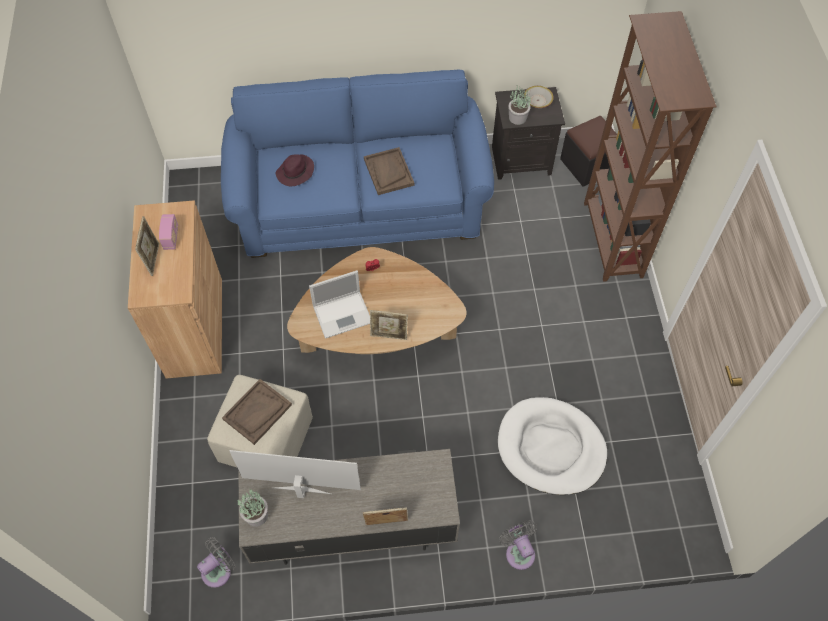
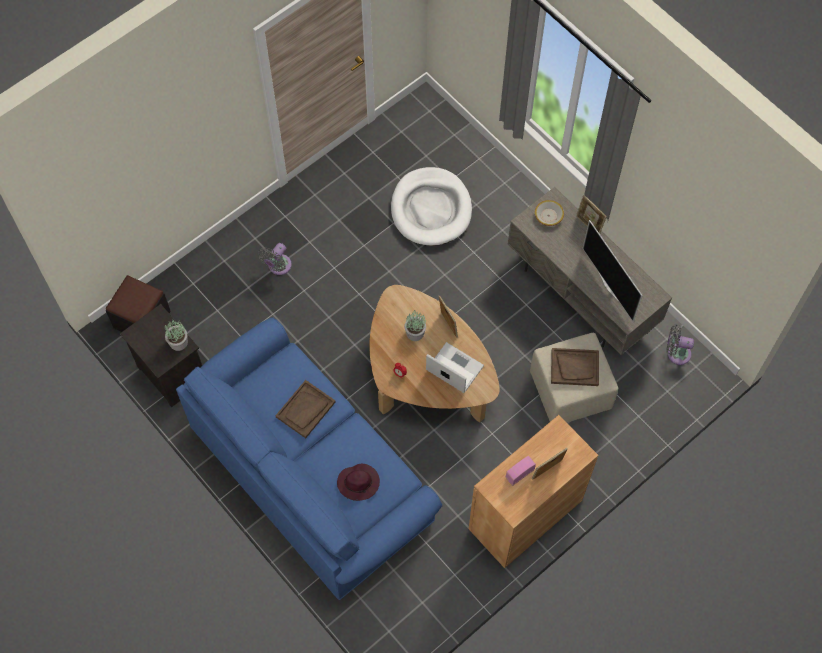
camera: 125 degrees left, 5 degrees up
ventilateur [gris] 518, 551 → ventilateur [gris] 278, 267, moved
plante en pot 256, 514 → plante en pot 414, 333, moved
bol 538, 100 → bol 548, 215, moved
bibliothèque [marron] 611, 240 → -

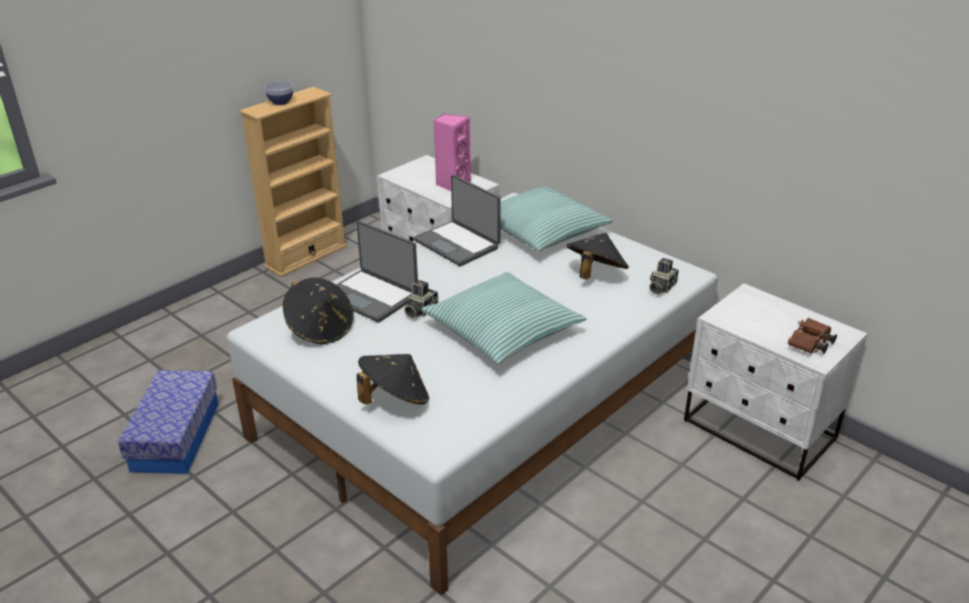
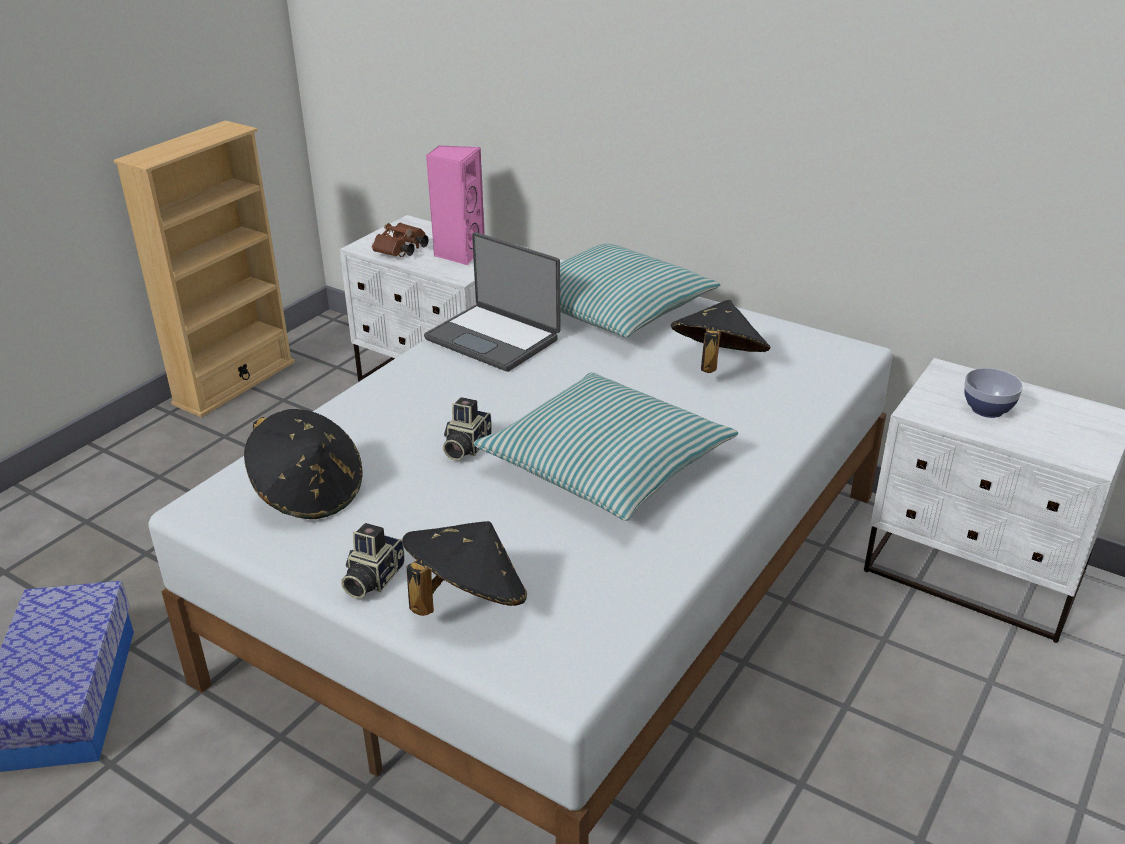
camera: 10 degrees left, 0 degrees up
appareil photo 661, 287 → appareil photo 371, 579, moved
jumelles [marron] 810, 345 → jumelles [marron] 401, 251, moved
bol 280, 102 → bol 987, 409, moved
ordinateur portable 372, 296 → -

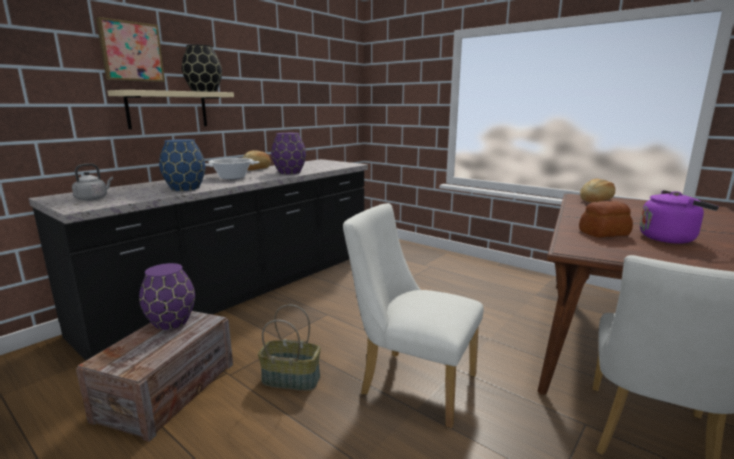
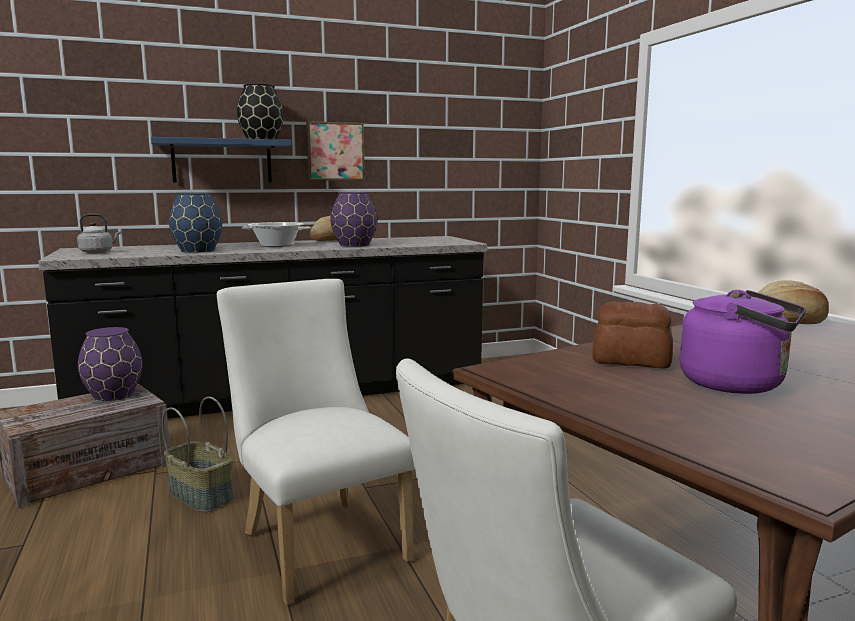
camera: 30 degrees right, 5 degrees down
étagère [beige] 167, 109 → étagère [bleu] 222, 161
tableau 131, 52 → tableau 335, 151, moved

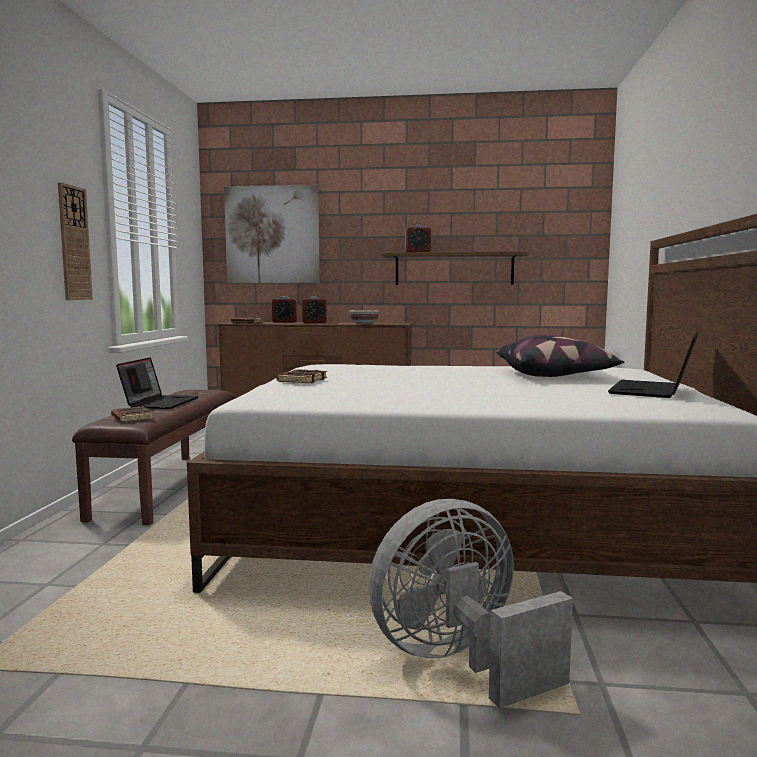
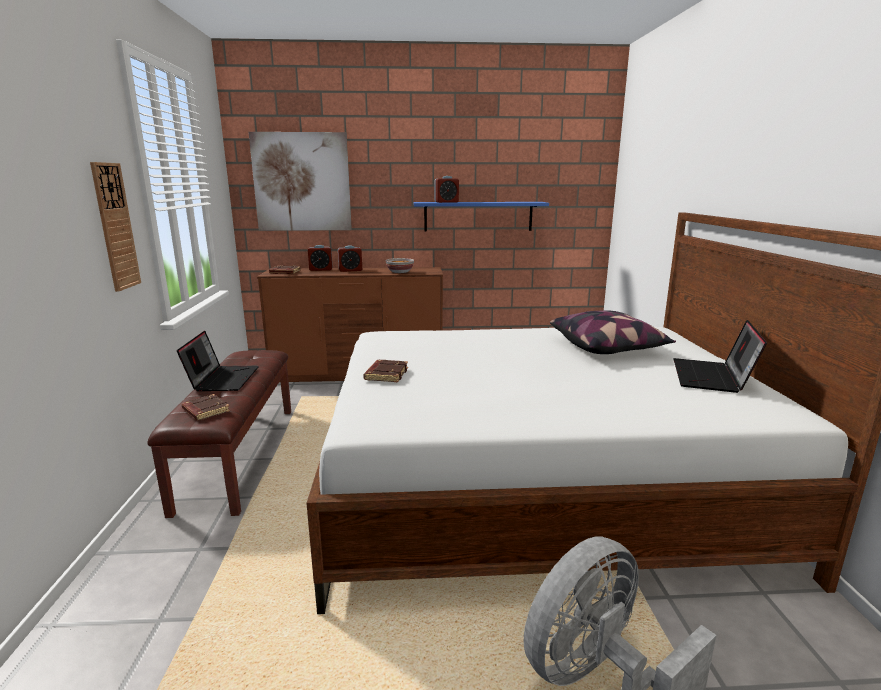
camera: 10 degrees left, 10 degrees up
étagère [marron] 454, 269 → étagère [bleu] 478, 216

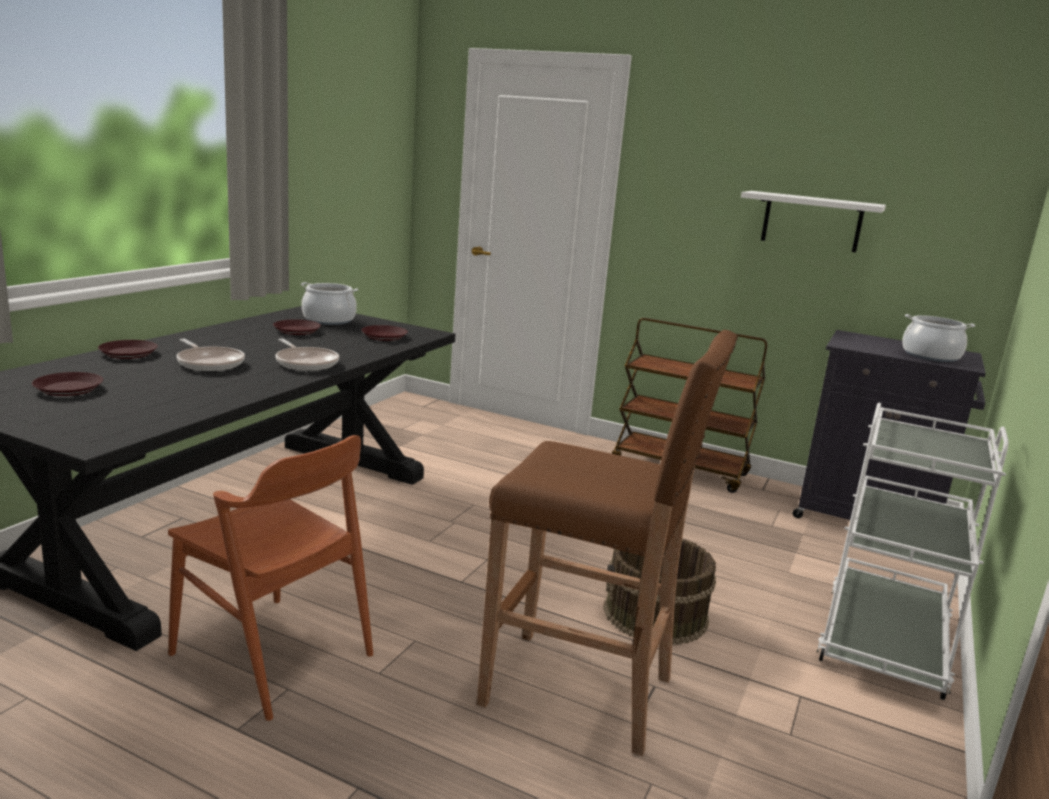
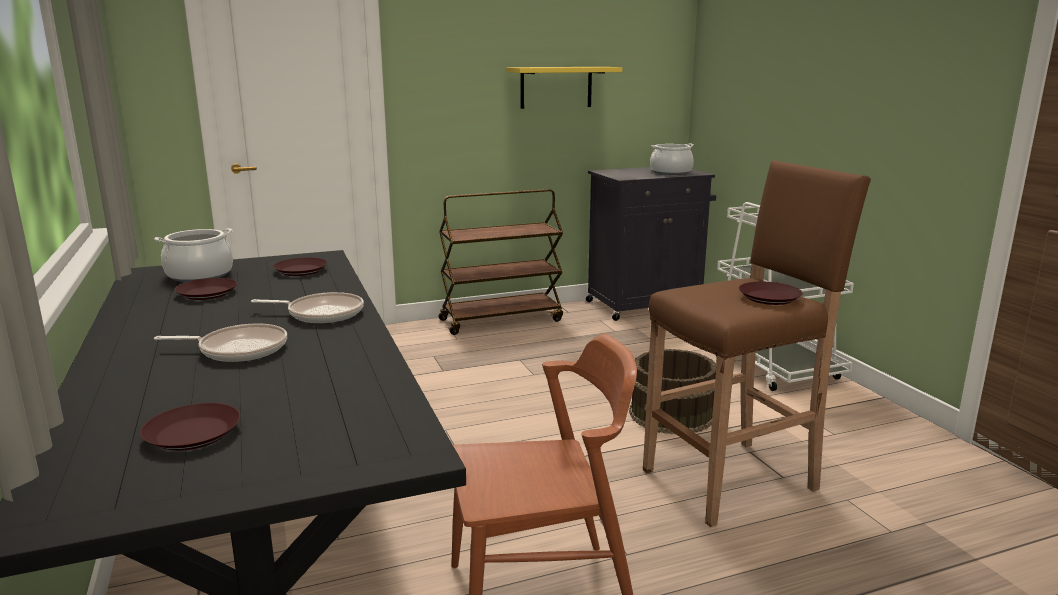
camera: 45 degrees left, 0 degrees up
étagère [blanc] 811, 222 → étagère [jaune] 556, 87
assiette [marron] 128, 353 → assiette [marron] 769, 298, moved

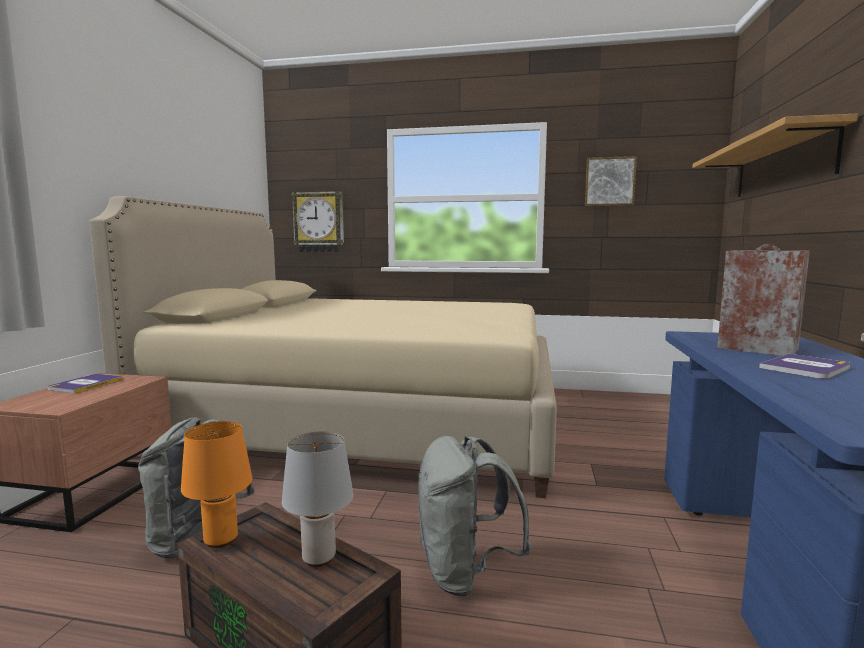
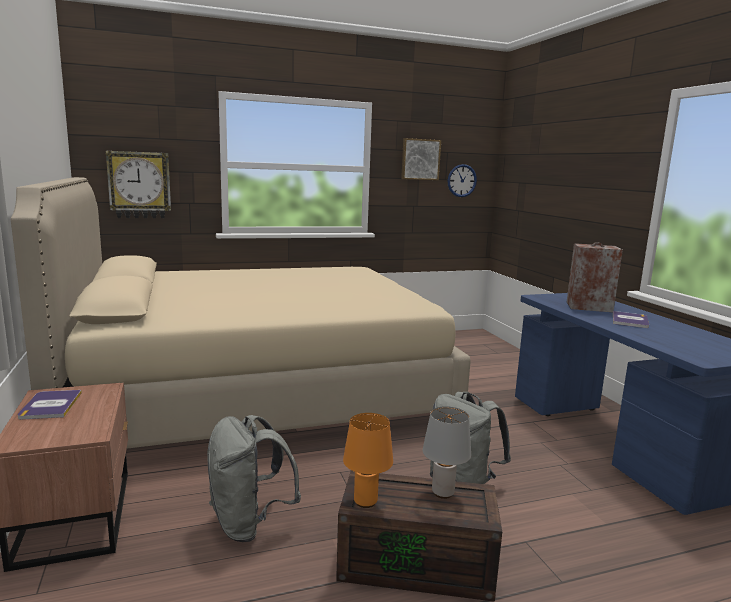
camera: 30 degrees left, 5 degrees up
- → horloge murale 461, 180
étagère 781, 165 → -

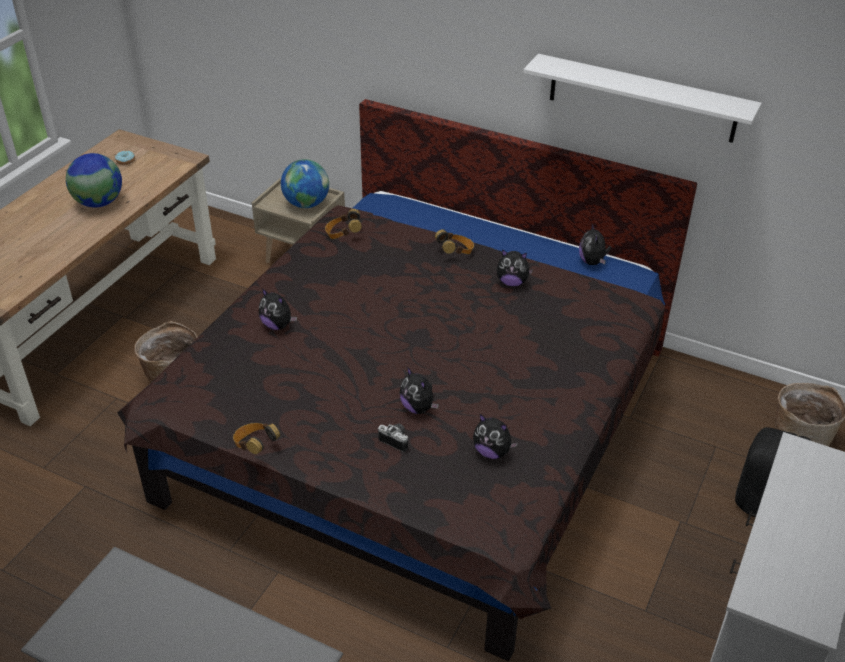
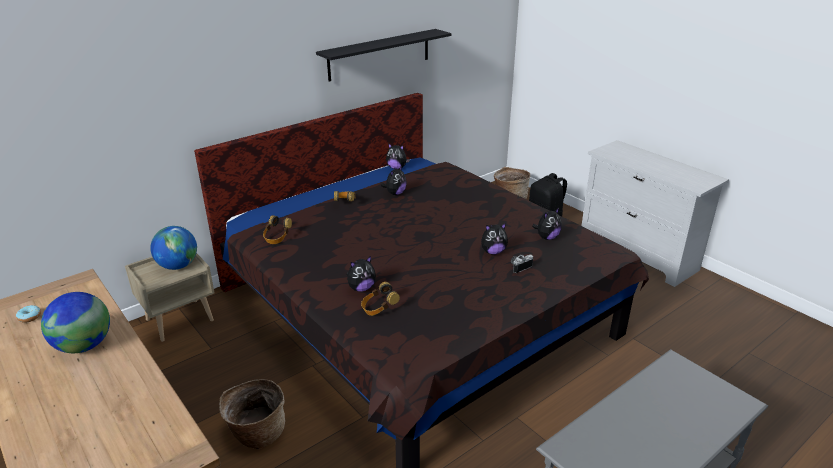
camera: 65 degrees left, 10 degrees down
étagère [blanc] 642, 98 → étagère [noir] 379, 54
casque audio 255, 446 → casque audio 379, 309, moved

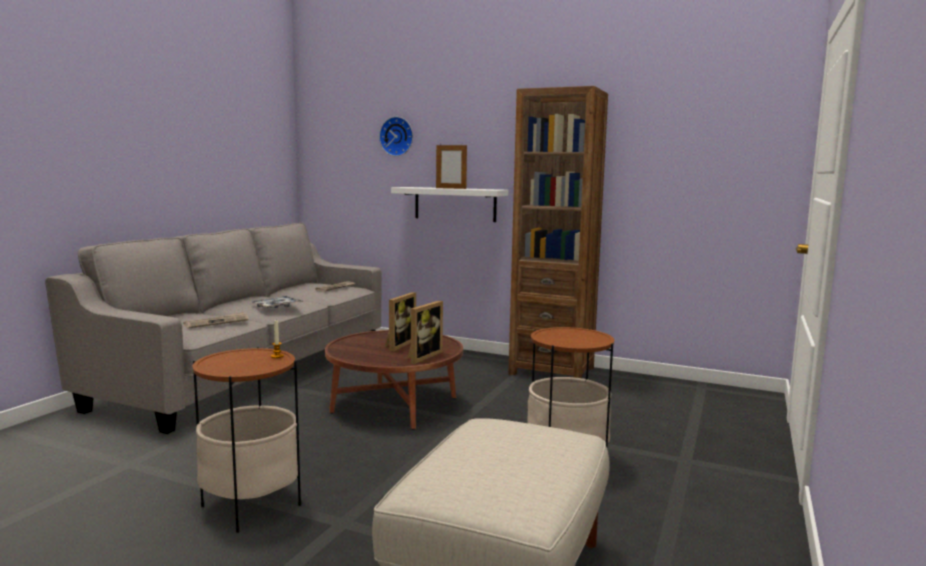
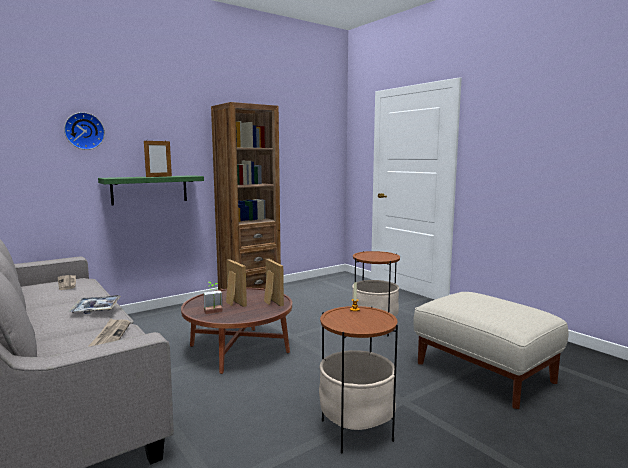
camera: 60 degrees left, 0 degrees up
étagère [blanc] 455, 204 → étagère [vert] 149, 189
- → plante en pot 214, 312

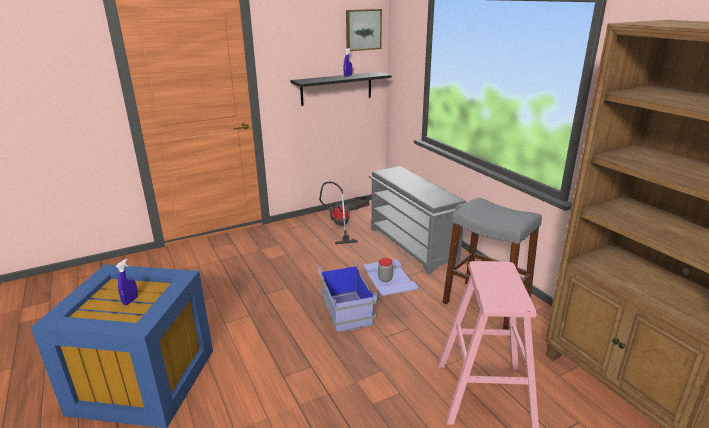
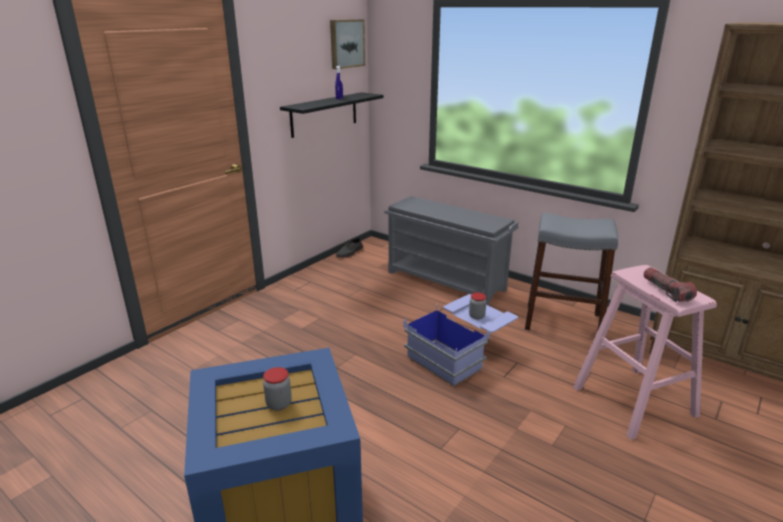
camera: 25 degrees left, 0 degrees up
vaporisateur [bleu] 130, 301 → bocal 279, 404
- → lampe de poche 666, 291
aspirateur 339, 226 → -

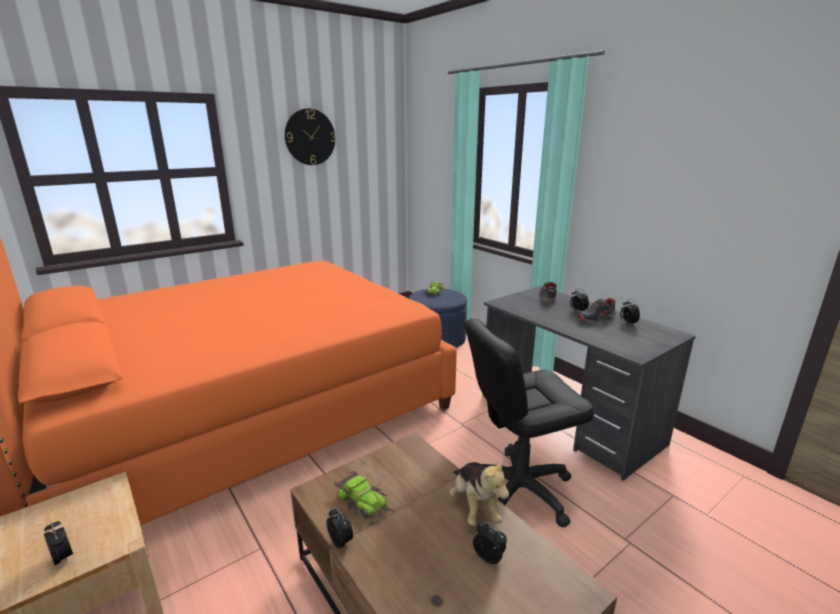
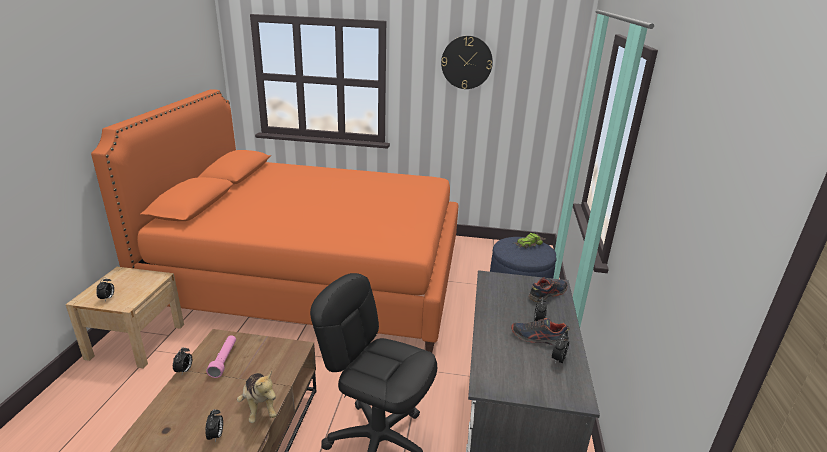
camera: 45 degrees right, 5 degrees up
petite voiture 364, 502 → lampe de poche [rose] 224, 360
peluche 474, 506 → peluche 259, 407, 60 degrees counterclockwise

